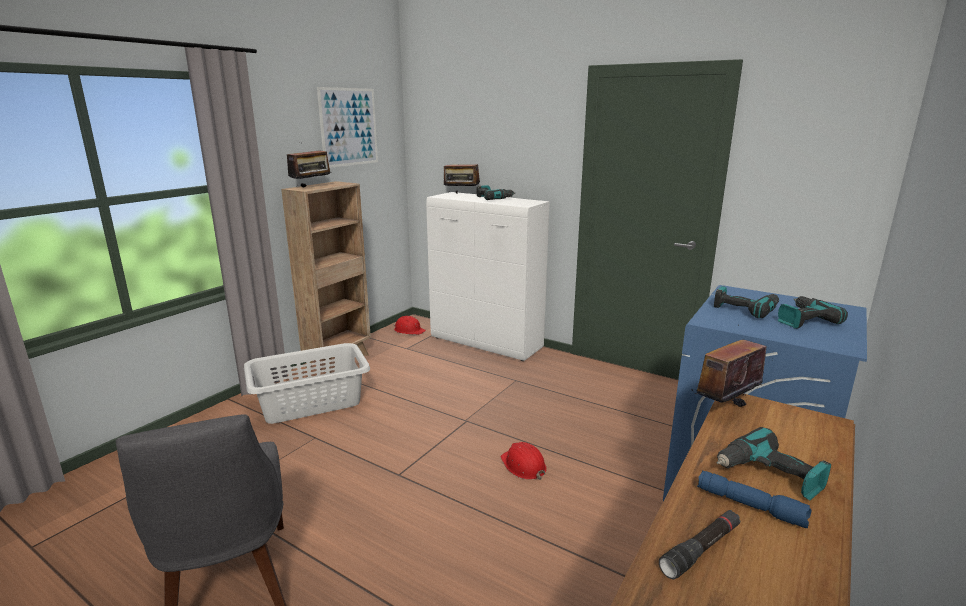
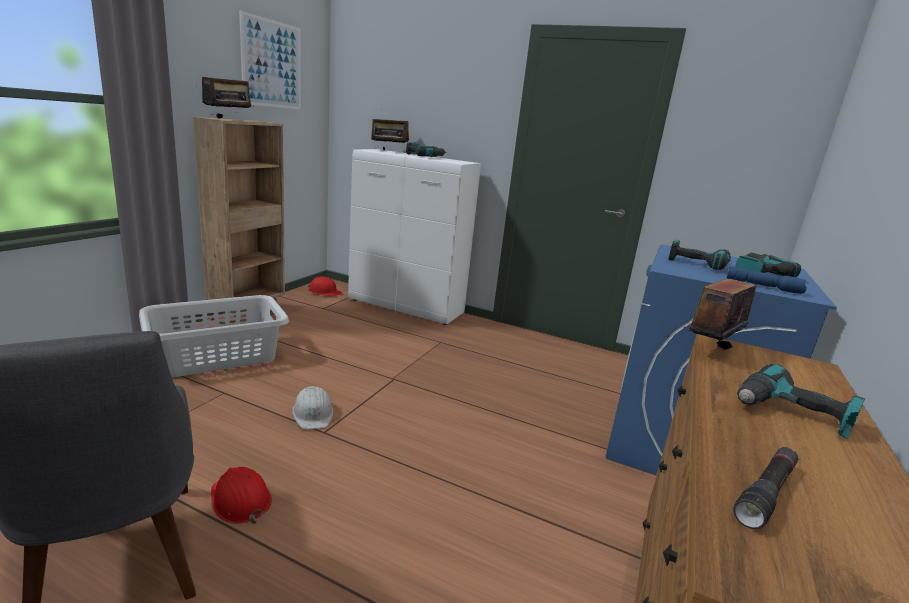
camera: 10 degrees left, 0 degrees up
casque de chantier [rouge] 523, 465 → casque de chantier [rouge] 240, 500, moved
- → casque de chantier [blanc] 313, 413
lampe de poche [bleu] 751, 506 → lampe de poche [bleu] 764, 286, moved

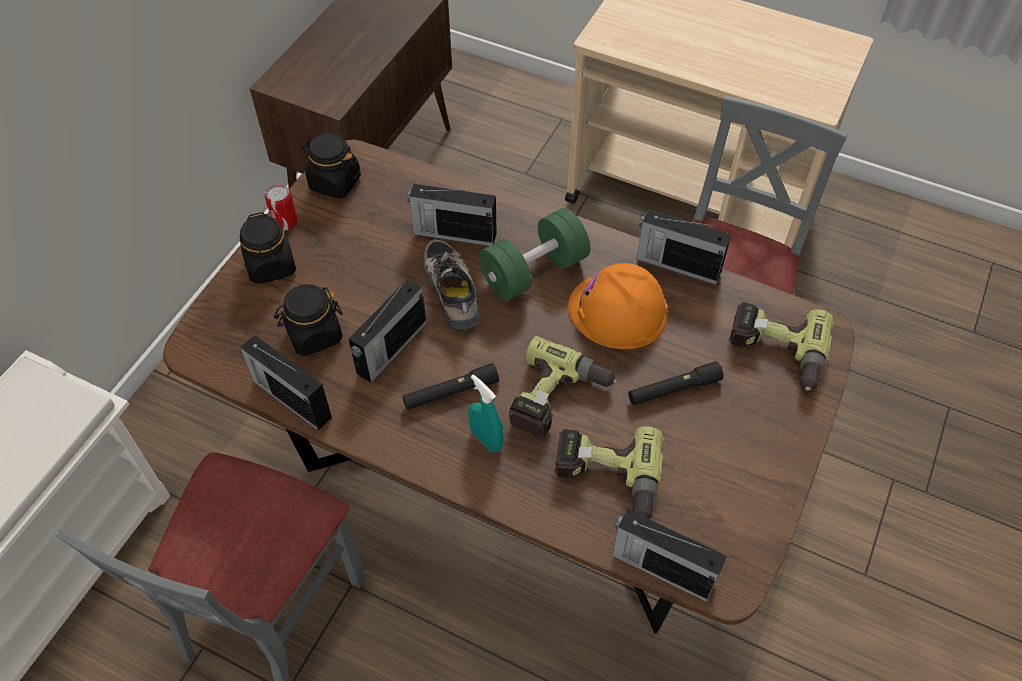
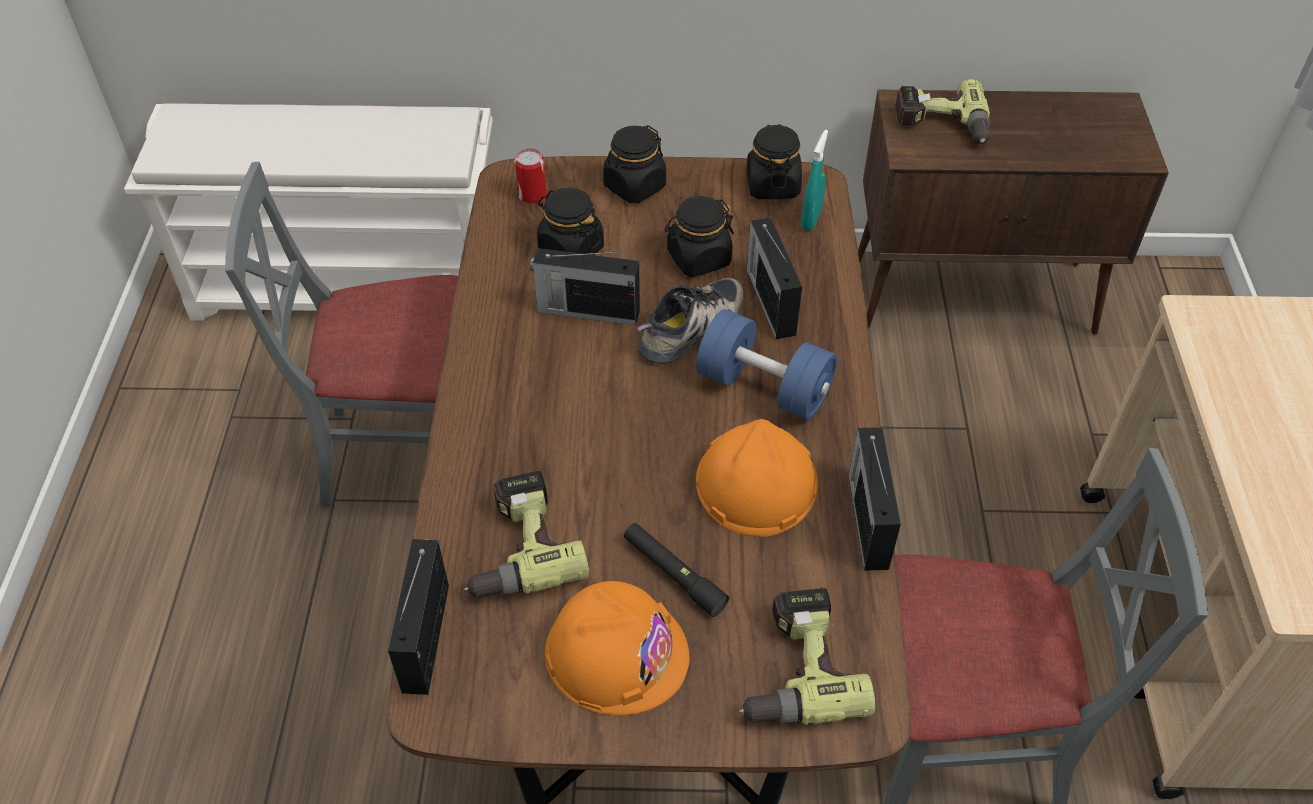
camera: 65 degrees right, 5 degrees down
boîte métallique 285, 222 → boîte métallique 532, 195, moved
- → casque de chantier [orange] 616, 652
- → bocal [noir] 698, 258
haltère [vert] 534, 271 → haltère [bleu] 764, 387
vaporisateur [turquoise] 486, 439 → vaporisateur [turquoise] 811, 220, moved
perceuse 558, 399 → perceuse 941, 126, moved
radio 291, 398 → -
lampe de poche [noir] 451, 392 → -

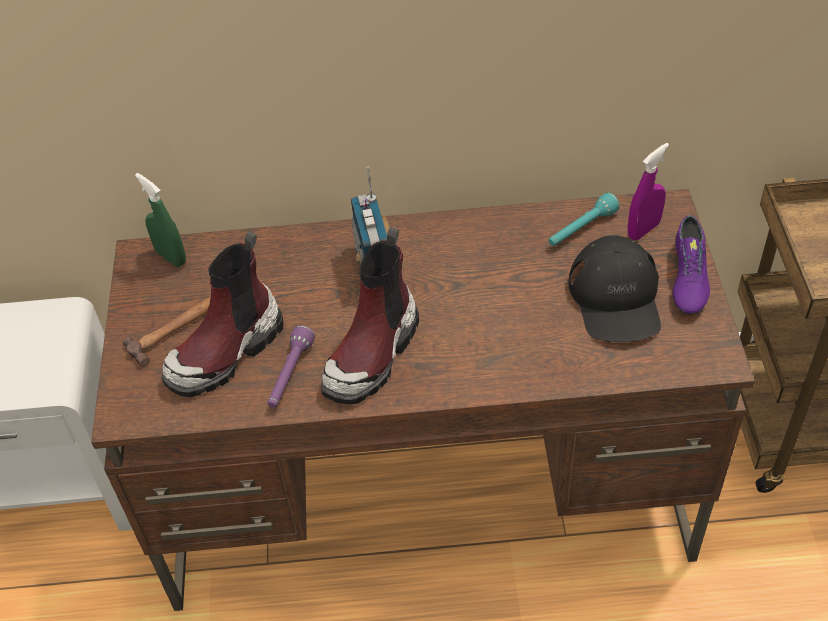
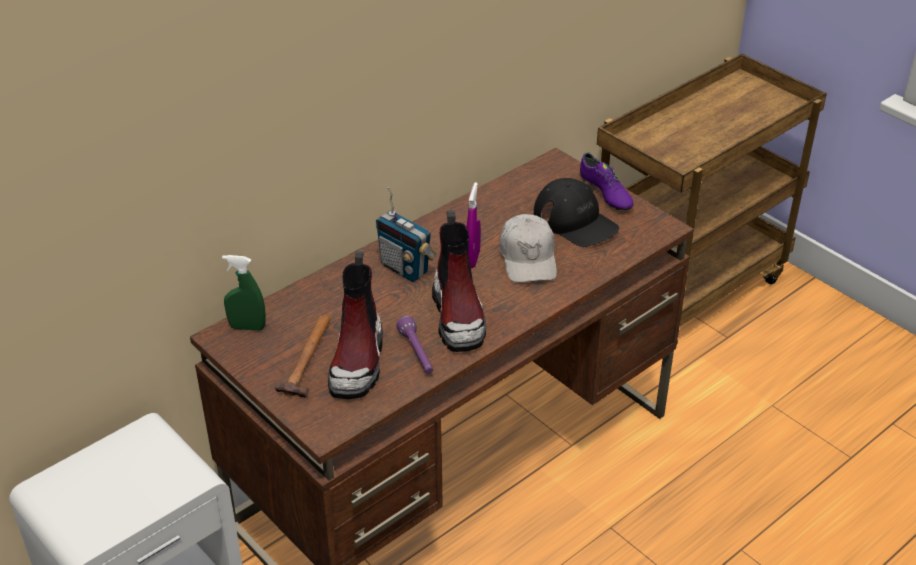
camera: 40 degrees left, 10 degrees down
vaporisateur [violet] 643, 230 → vaporisateur [violet] 472, 259, moved
- → casquette [blanc] 528, 258
lampe de poche [turquoise] 581, 229 → -

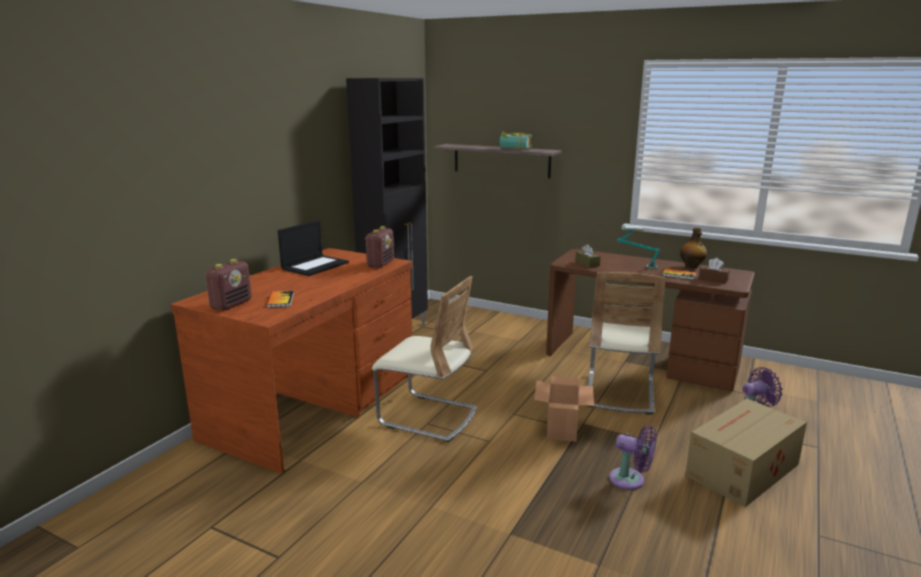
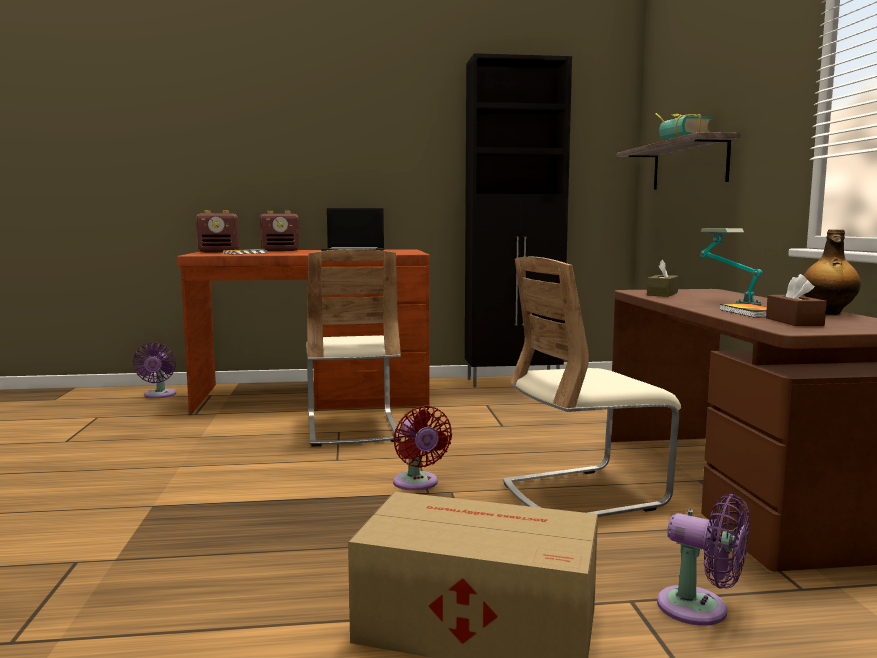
camera: 55 degrees right, 10 degrees down
ventilateur [violet] 630, 480 → ventilateur [violet] 159, 395, moved
radio 380, 264 → radio 280, 250, moved
carton 561, 429 → ventilateur [rouge] 417, 484

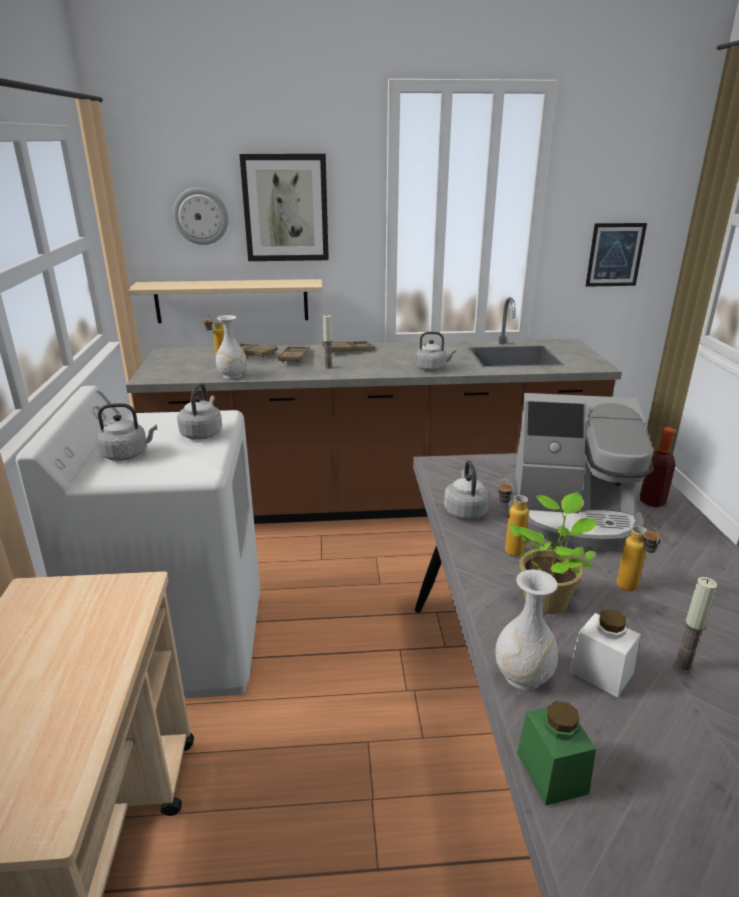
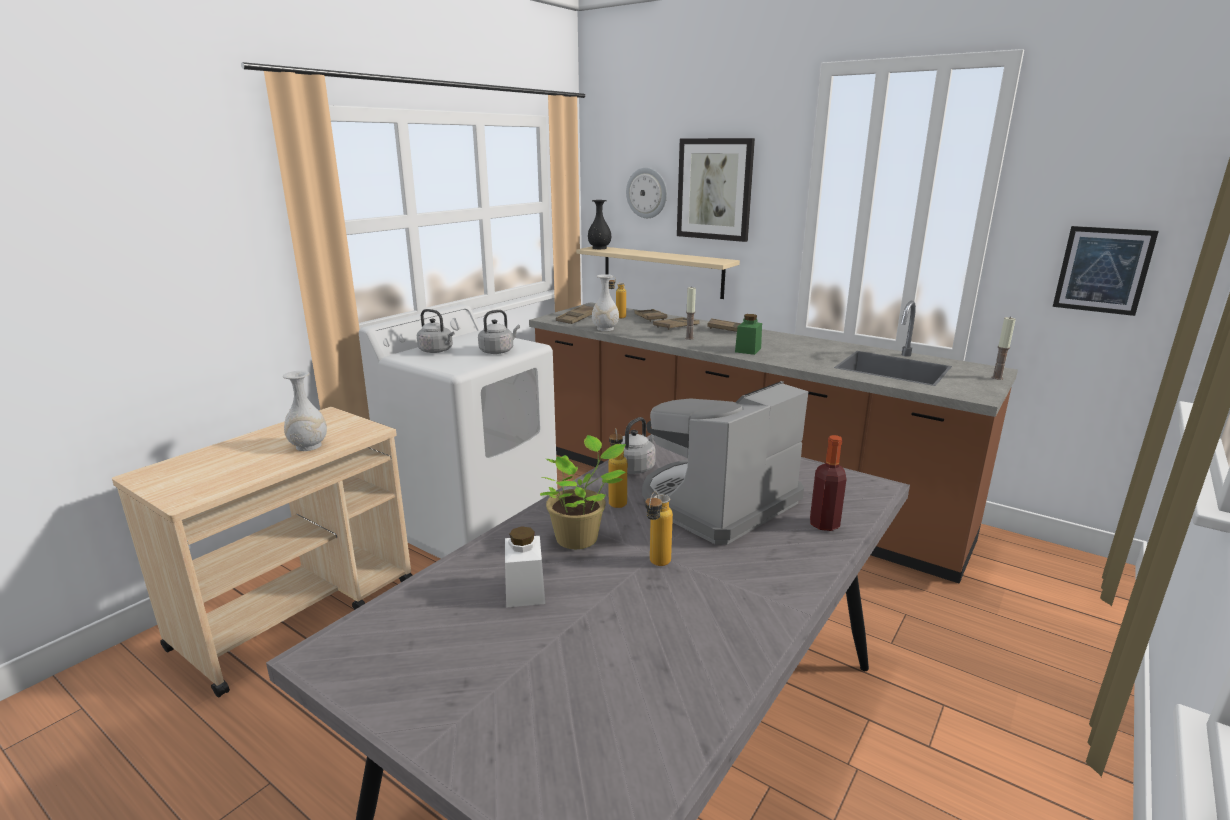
camera: 40 degrees right, 5 degrees down
vase [blanc] 523, 676 → vase [blanc] 308, 446, moved
- → plateau [marron] 578, 318
- → vase [noir] 599, 248
machine à café 571, 516 → machine à café 717, 503, 90 degrees clockwise
bocal [vert] 552, 773 → bocal [vert] 748, 350, moved
bougie 682, 666 → bougie 997, 378, moved
bouilloire [gris] 432, 368 → -

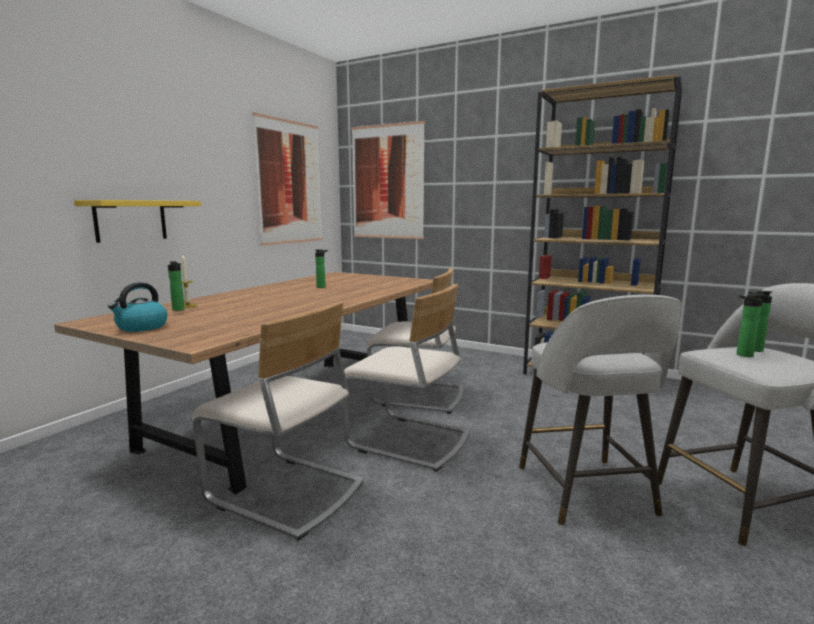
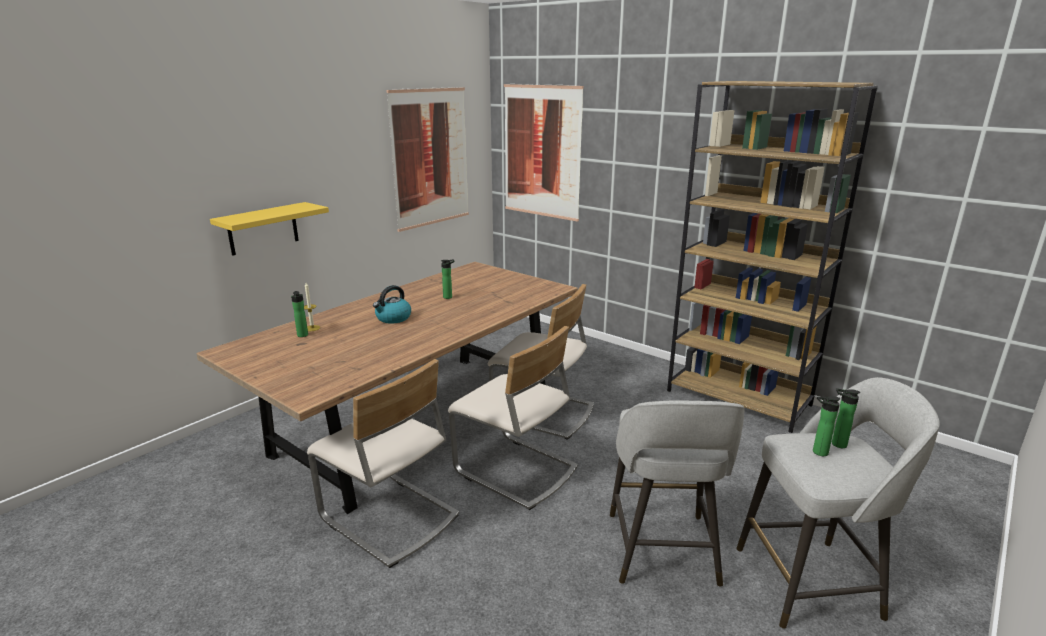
camera: 10 degrees right, 10 degrees up
bouilloire 141, 327 → bouilloire 393, 318, moved

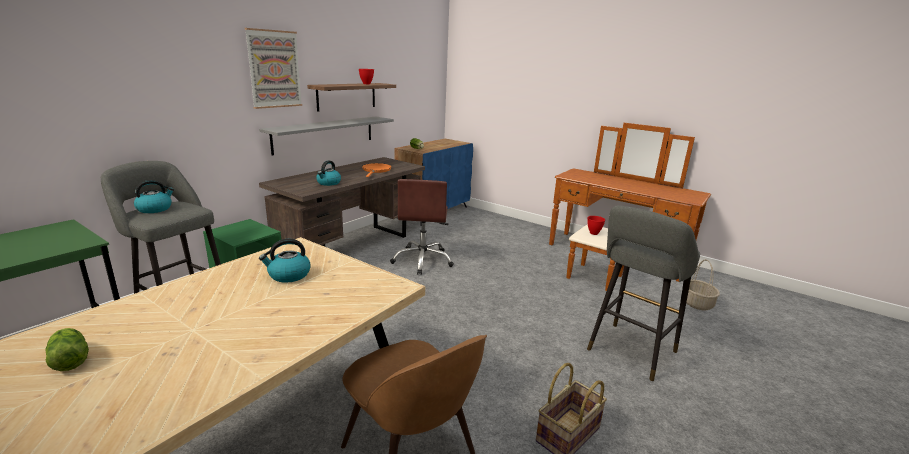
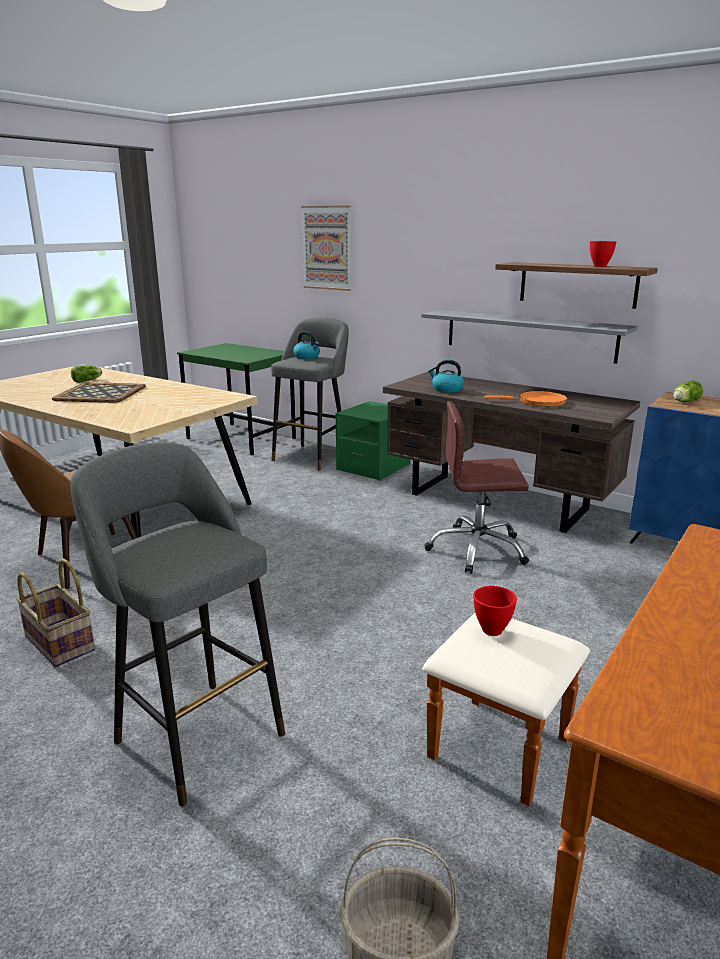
camera: 90 degrees right, 0 degrees up
- → plateau 101, 393
tableau 274, 69 → tableau 327, 248, moved
bouilloire 288, 275 → -

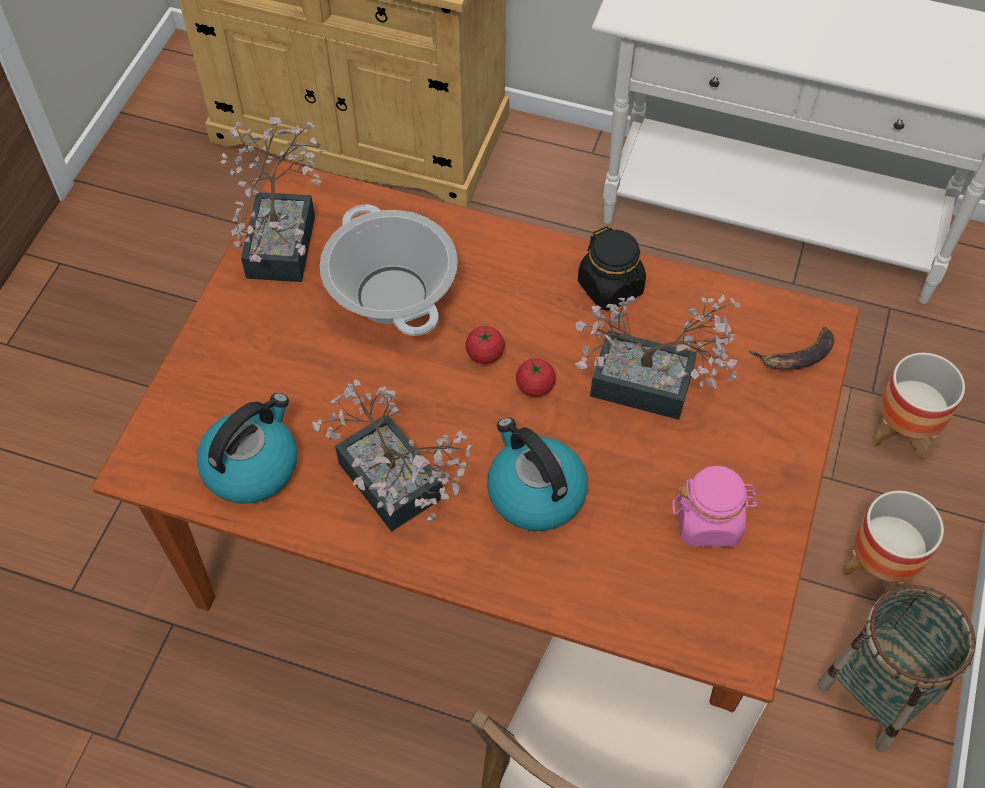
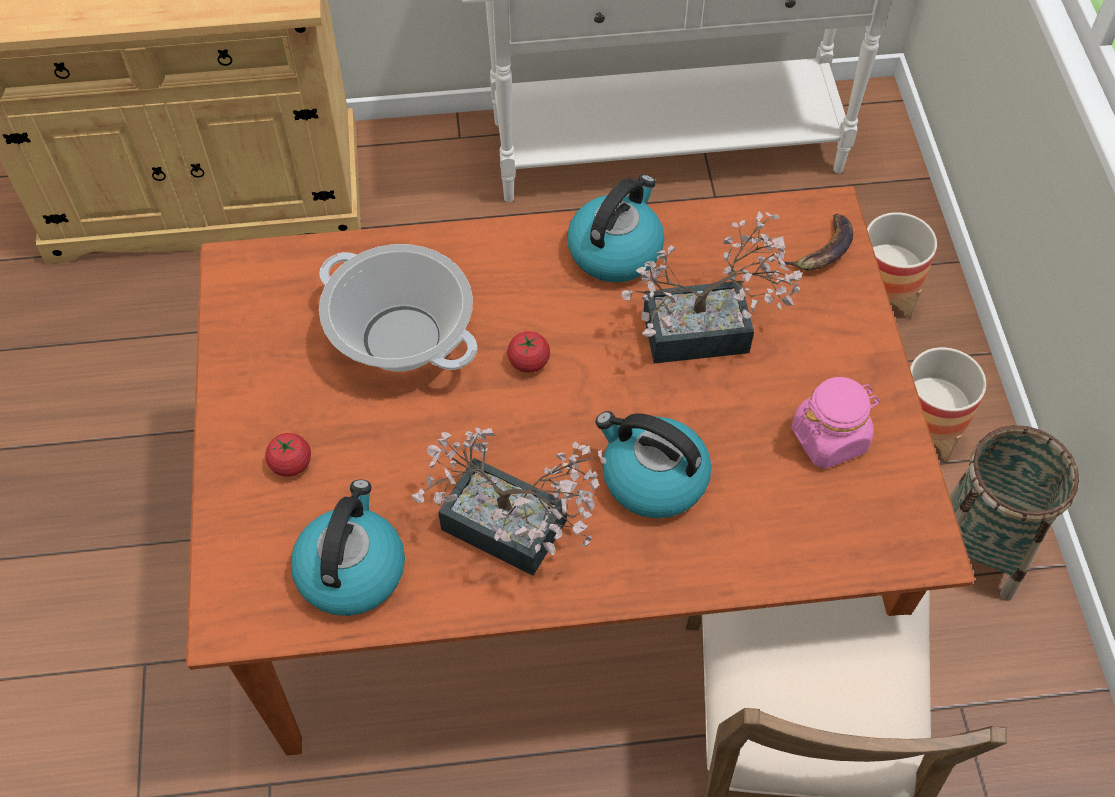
camera: 25 degrees left, 0 degrees up
tomate 535, 386 → tomate 291, 464, moved
bocal [noir] 610, 287 → bouilloire 615, 250
plante en pot 284, 237 → -

